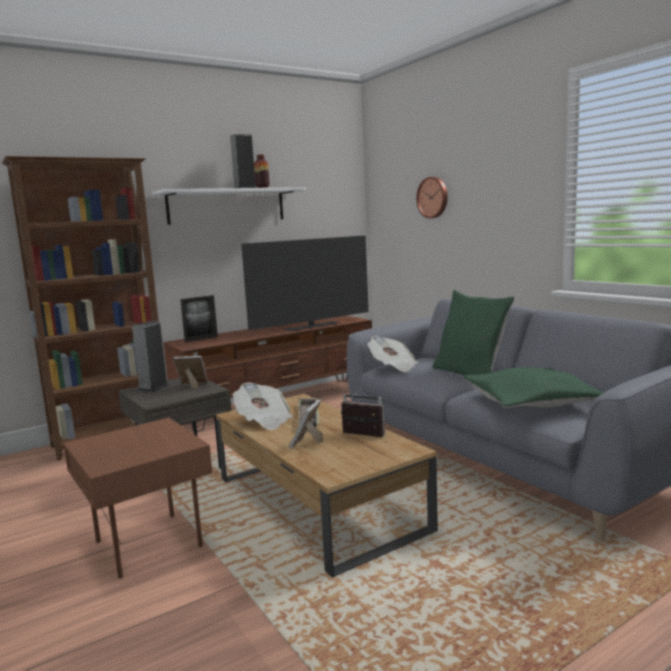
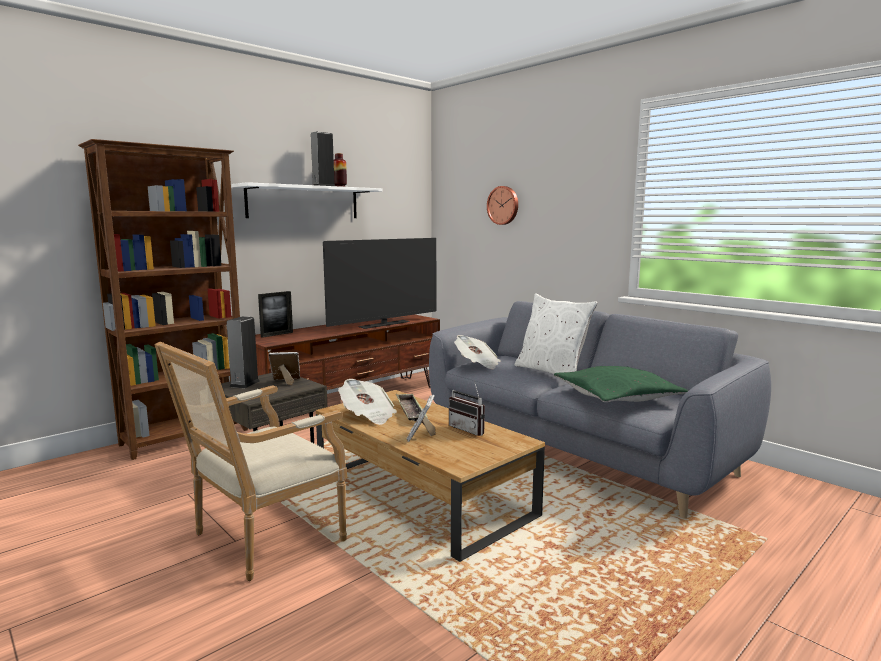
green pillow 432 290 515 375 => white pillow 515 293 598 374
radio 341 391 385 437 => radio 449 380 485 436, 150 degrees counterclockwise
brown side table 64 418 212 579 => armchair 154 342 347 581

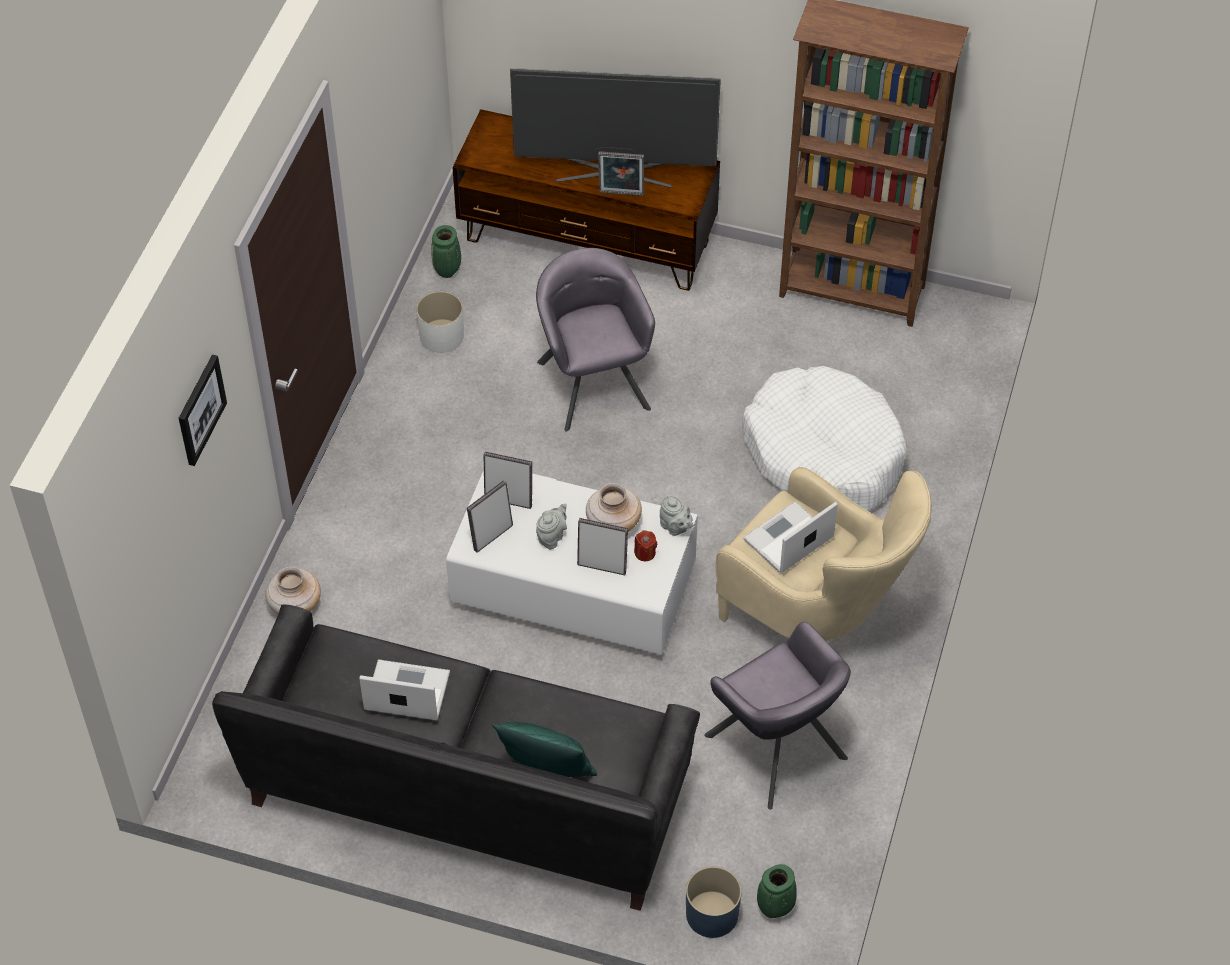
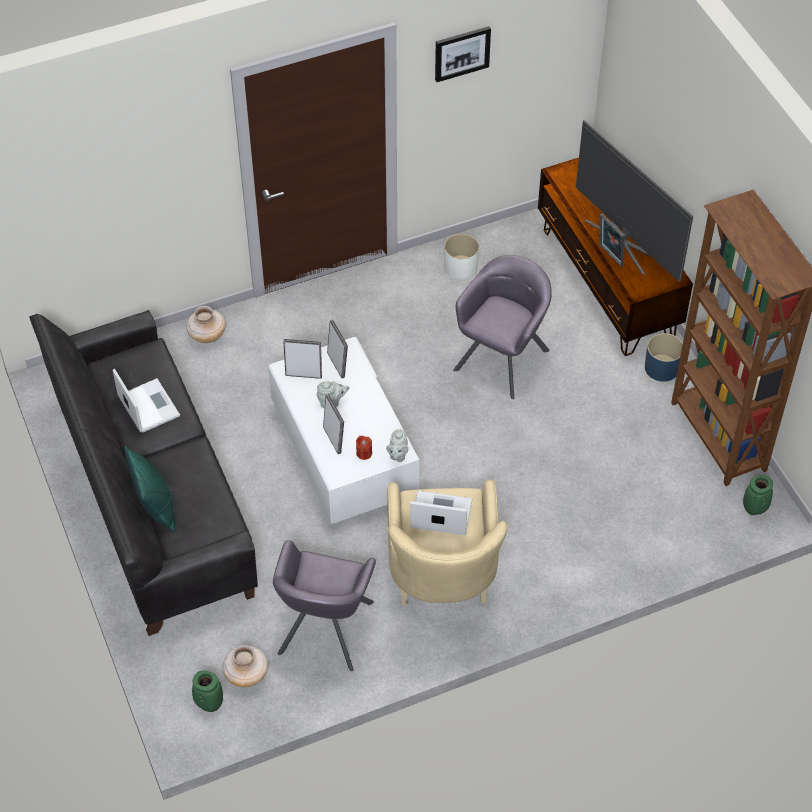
green vase 431 225 461 278 => green vase 743 475 773 515, shifted
picture 179 355 227 466 => picture 435 26 491 82, shifted
white dog bed 742 366 907 511 => nothing
beige vase 586 483 642 532 => beige vase 222 645 268 687, shifted
blue planter 686 866 742 938 => blue planter 645 333 683 382, shifted

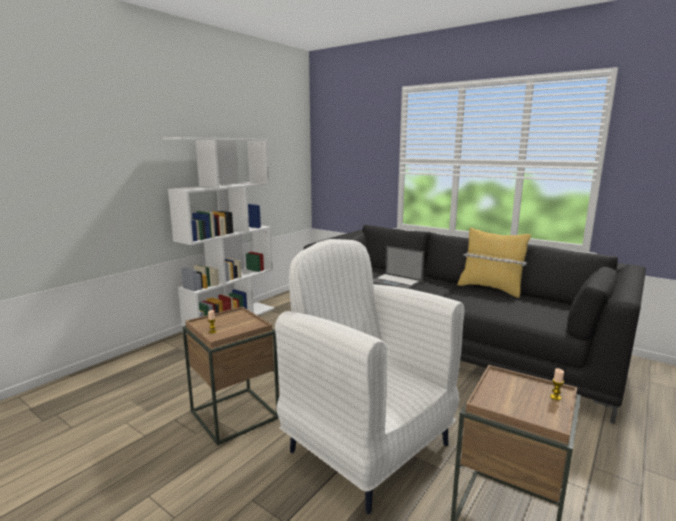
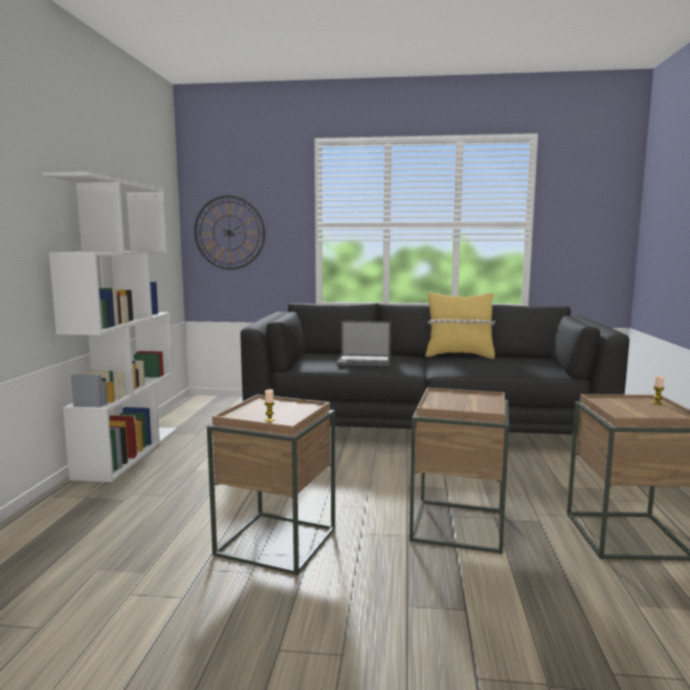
white armchair 275 239 465 514 => brown side table 409 387 509 554
nothing => wall clock 194 195 265 270

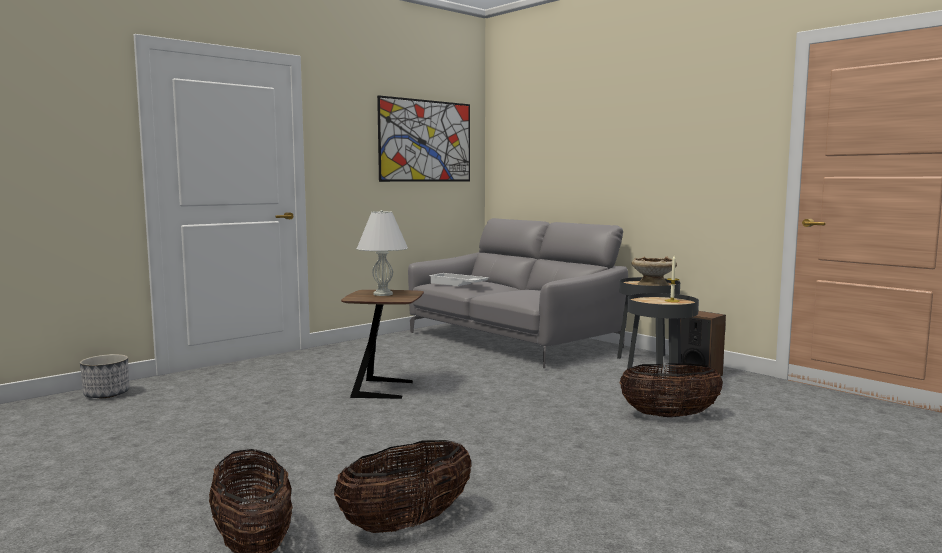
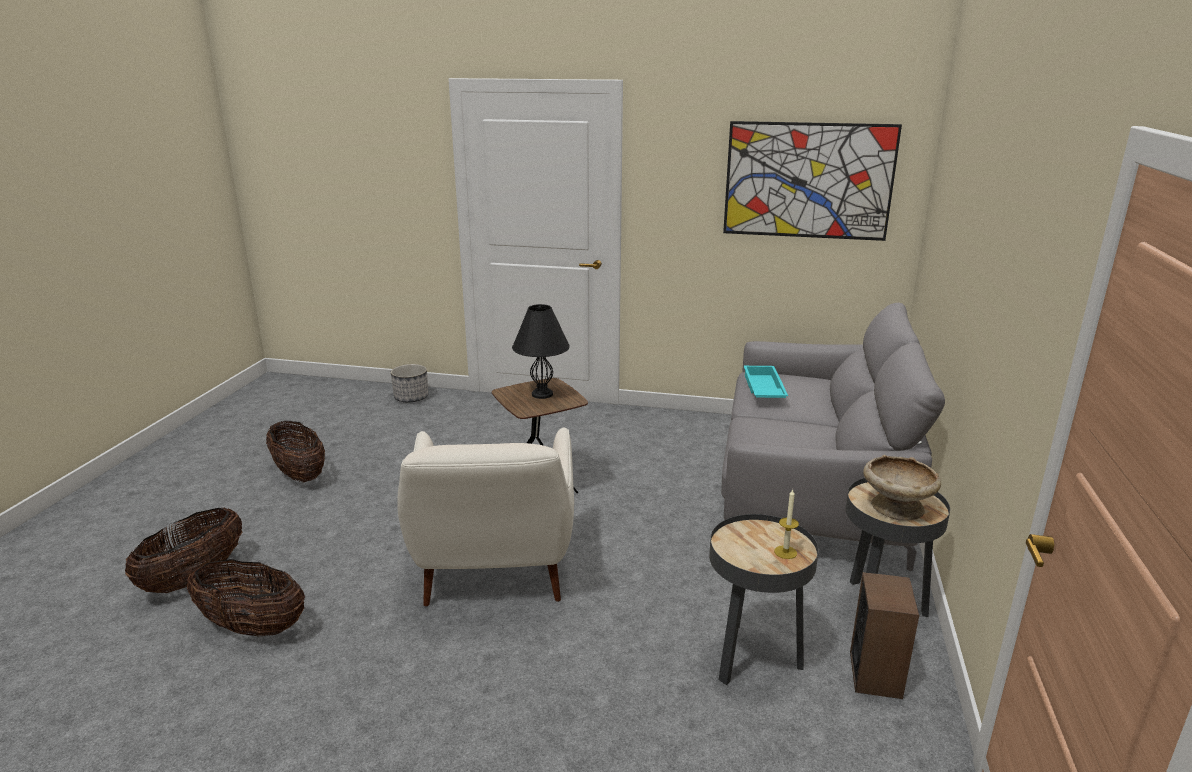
white table lamp 356 210 408 296 => black table lamp 512 304 570 399
white tray 429 273 489 286 => turquoise tray 744 366 788 398
basket 619 363 723 417 => basket 266 421 325 482, shifted
nothing => white armchair 397 428 574 607

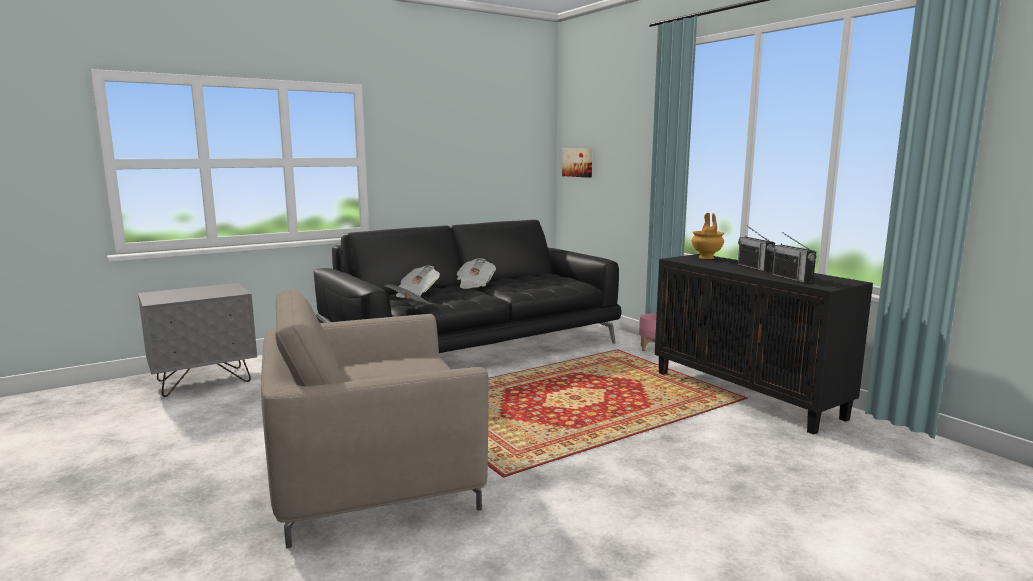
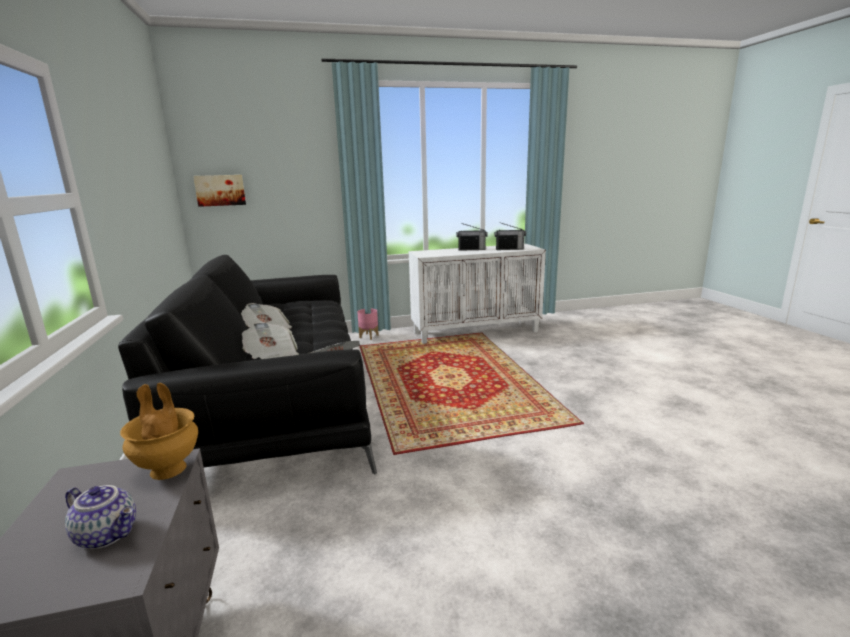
brown vase 691 213 724 259 => brown vase 120 383 198 480, shifted
black cabinet 655 254 873 435 => white cabinet 409 244 546 344
beige armchair 261 290 489 549 => nothing
nothing => teapot 65 485 136 549

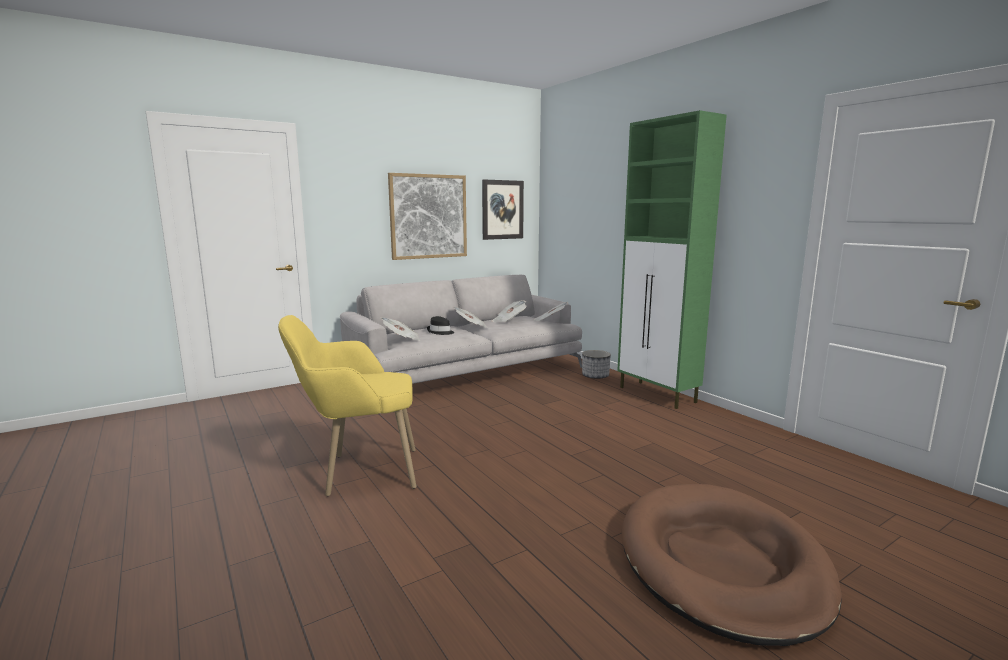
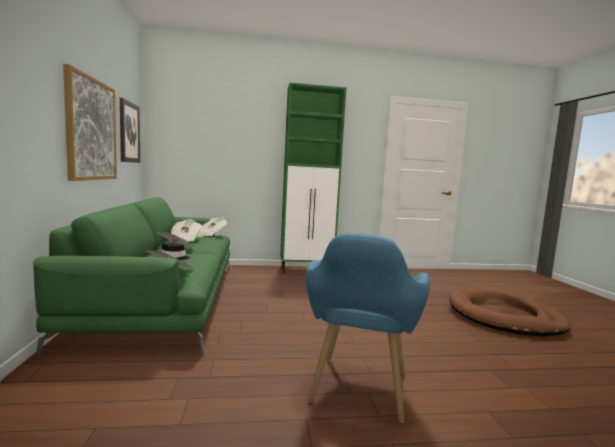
grey sofa 340 275 582 384 => green sofa 33 197 230 359
yellow armchair 278 315 417 497 => blue armchair 305 233 430 424
planter 582 350 611 379 => nothing

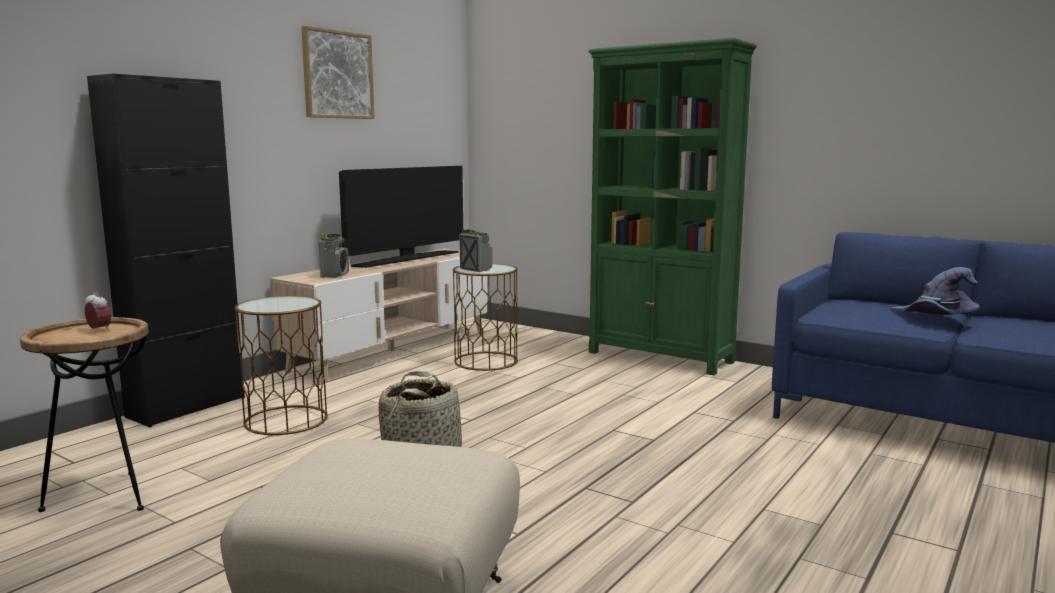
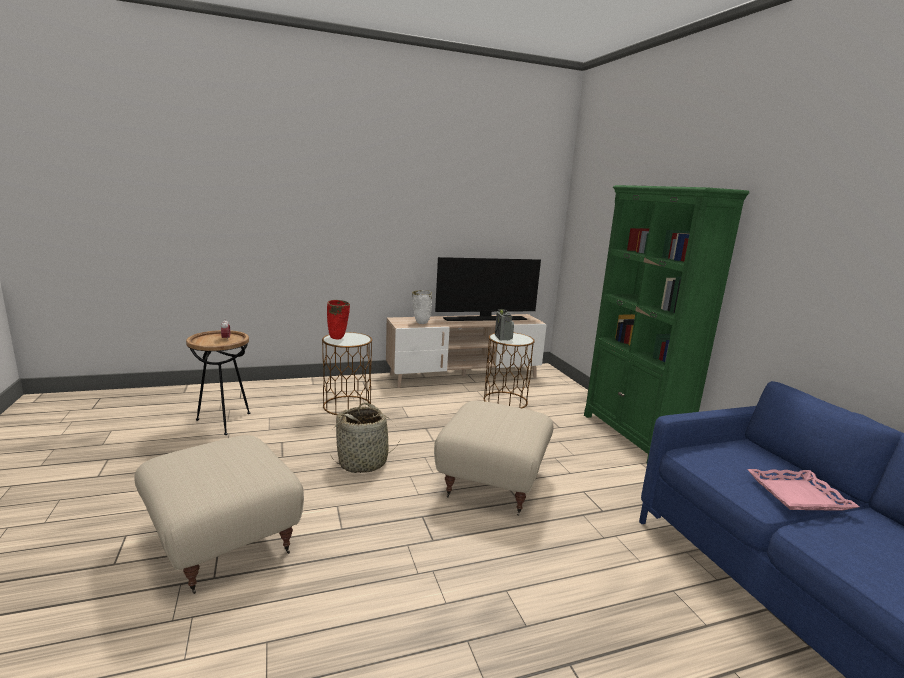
picture 301 26 375 119 => nothing
black cabinet 87 73 245 427 => nothing
radio 319 233 349 278 => white vase 412 290 432 324
purple hat 891 267 979 315 => pink tray 747 469 859 511
nothing => red vase 327 300 350 339
nothing => beige ottoman 434 401 553 516

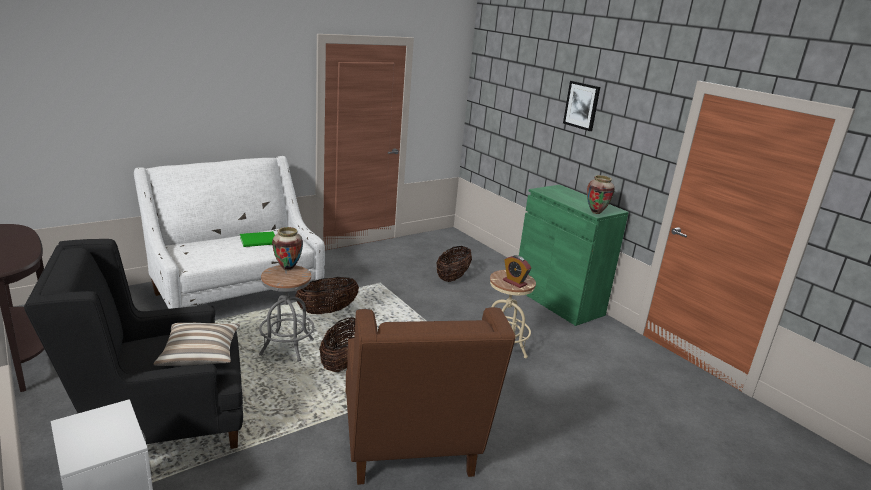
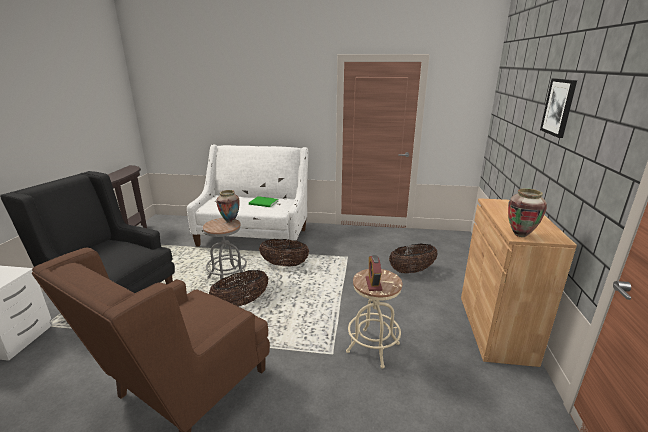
green cabinet 519 185 629 326 => brown cabinet 461 198 577 367
pillow 154 323 240 366 => nothing

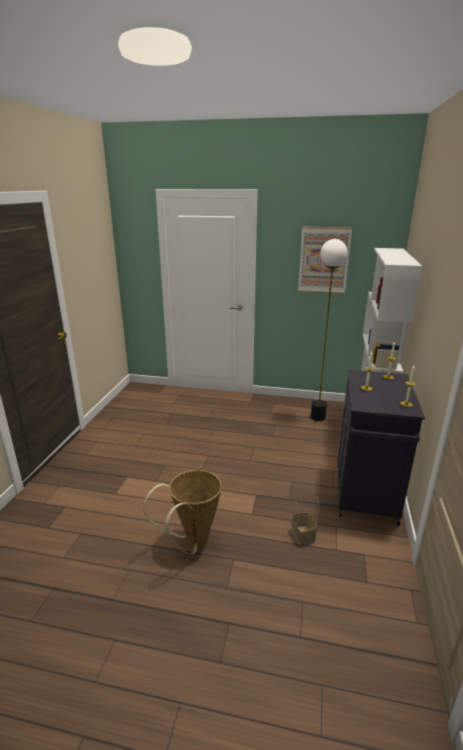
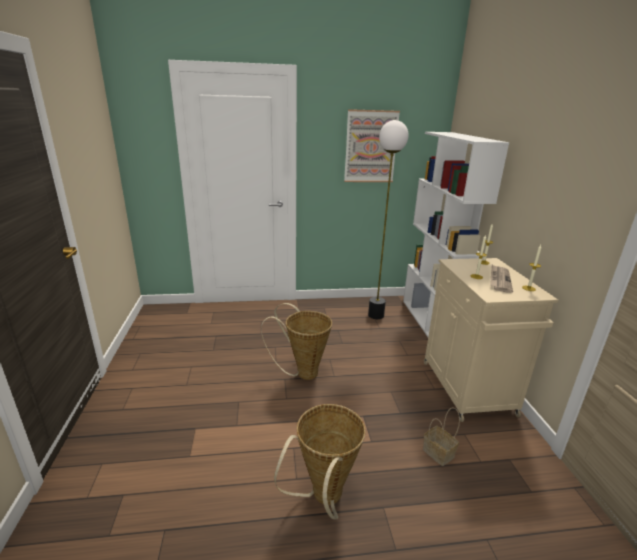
black cabinet 337 370 425 526 => beige cabinet 424 258 558 422
nothing => newspaper 490 265 513 293
nothing => basket 261 303 332 380

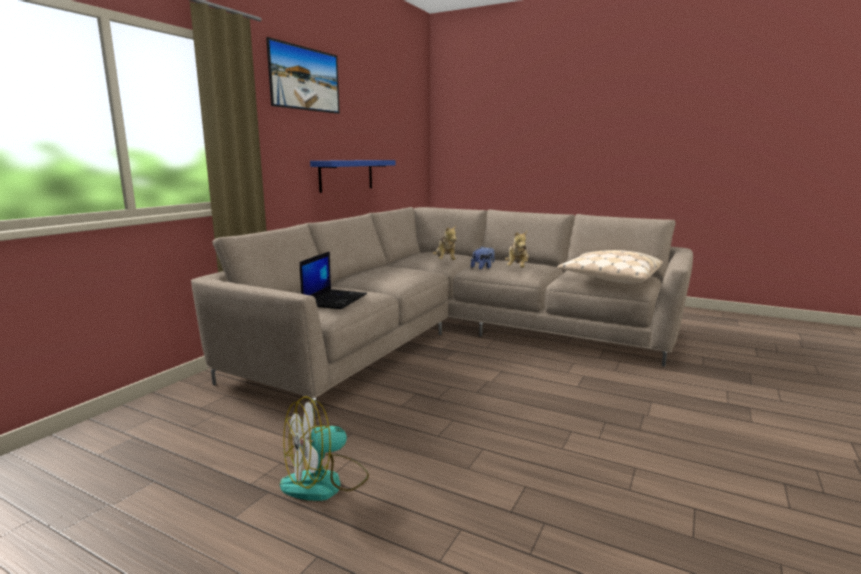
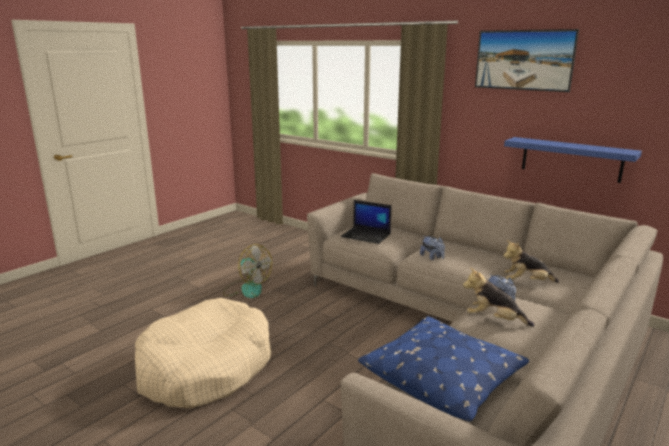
beige pillow 557 250 663 284 => blue pillow 358 316 529 421
fan 280 396 369 501 => fan 223 244 272 298, 150 degrees clockwise
nothing => plush toy 420 236 445 260
nothing => beige dog bed 135 298 272 408

